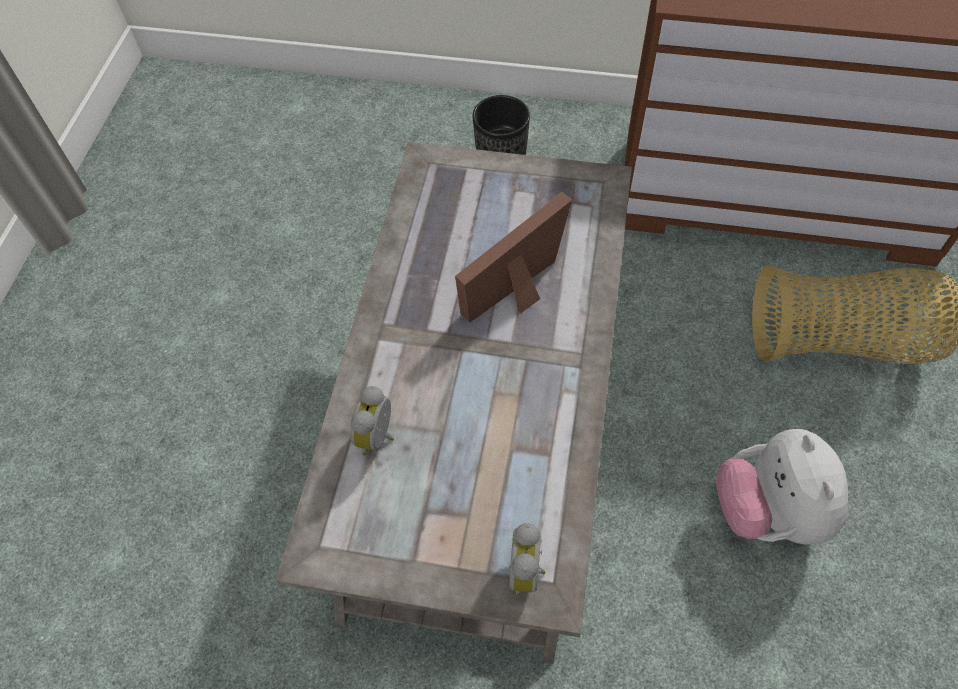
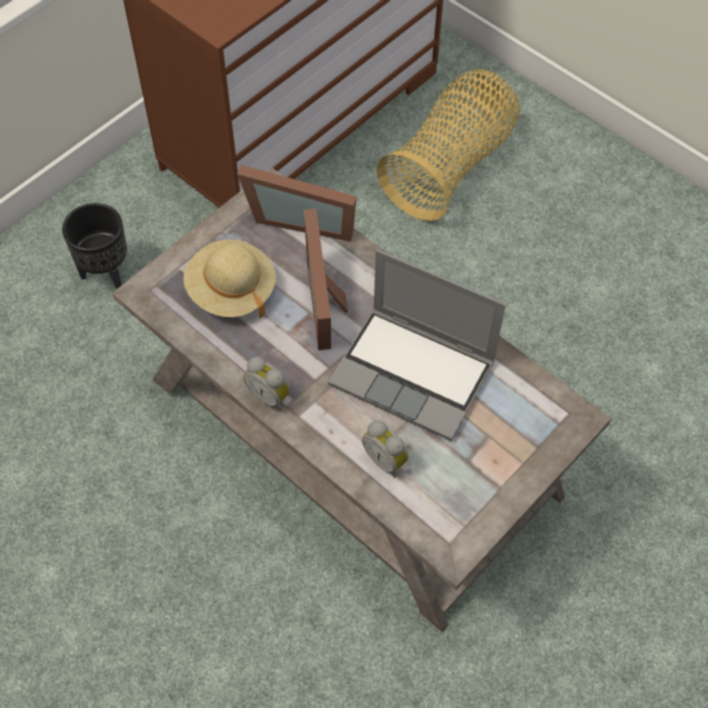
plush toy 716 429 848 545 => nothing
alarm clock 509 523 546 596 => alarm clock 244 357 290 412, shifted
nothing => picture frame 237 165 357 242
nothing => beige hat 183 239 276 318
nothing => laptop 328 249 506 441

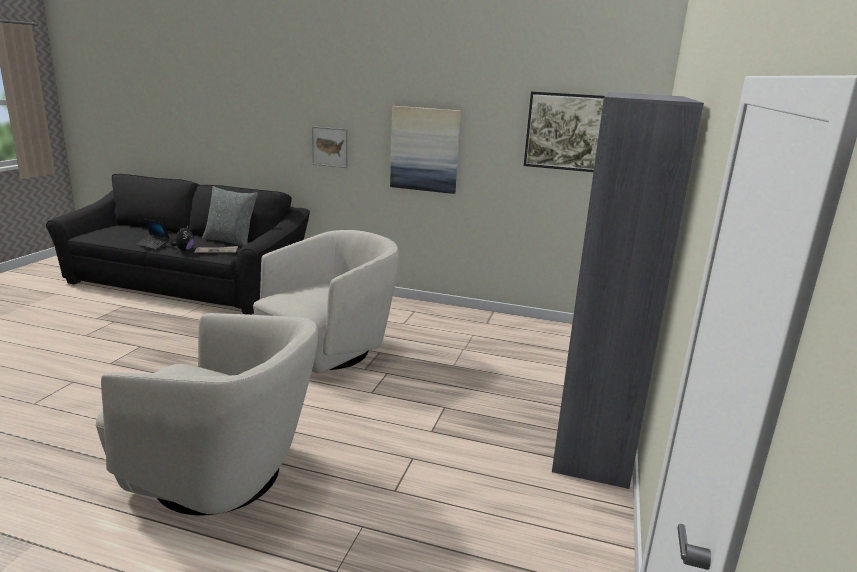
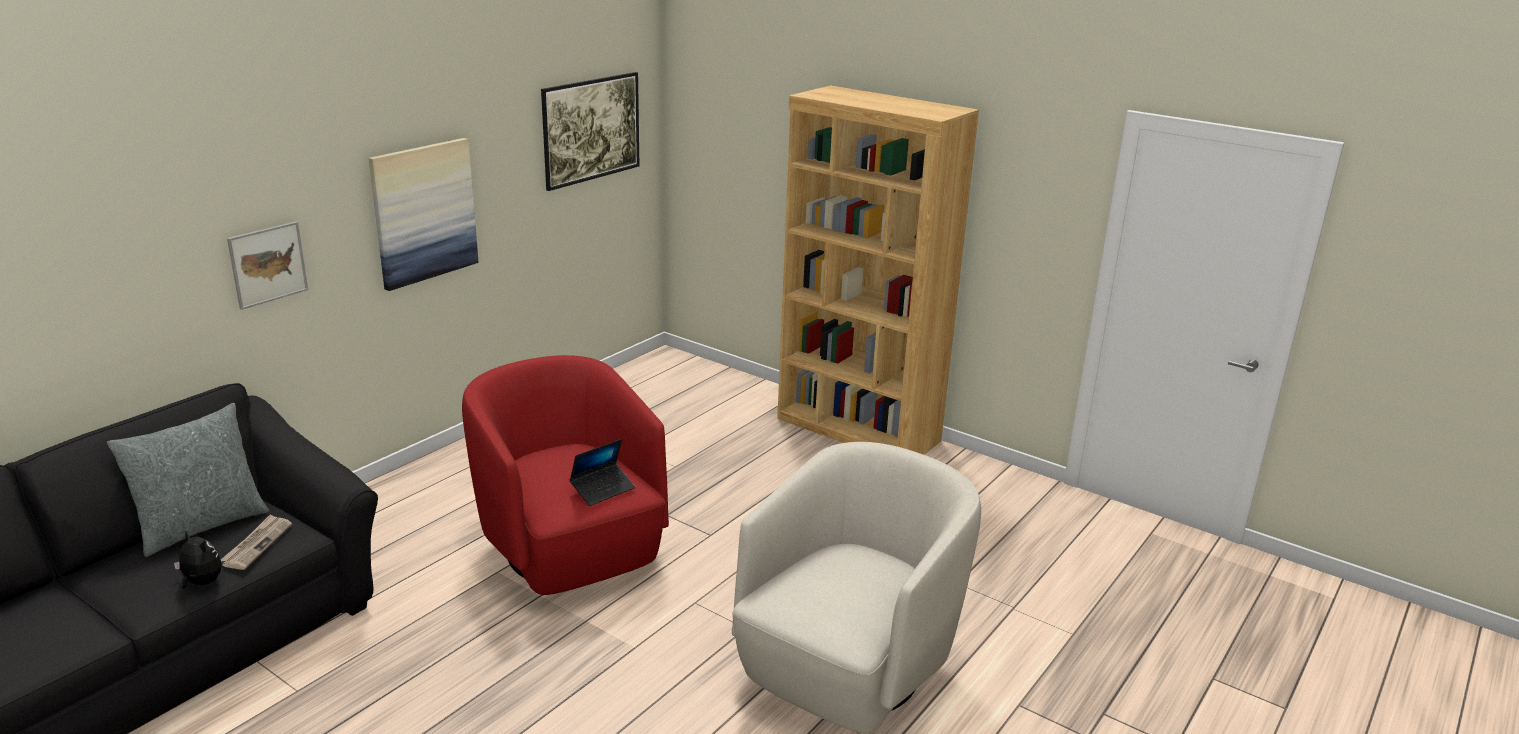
grey bookcase 552 92 704 489 => brown bookcase 777 85 979 455
laptop 136 219 170 250 => laptop 569 439 635 506, shifted
beige armchair 253 230 399 374 => red armchair 462 355 669 595

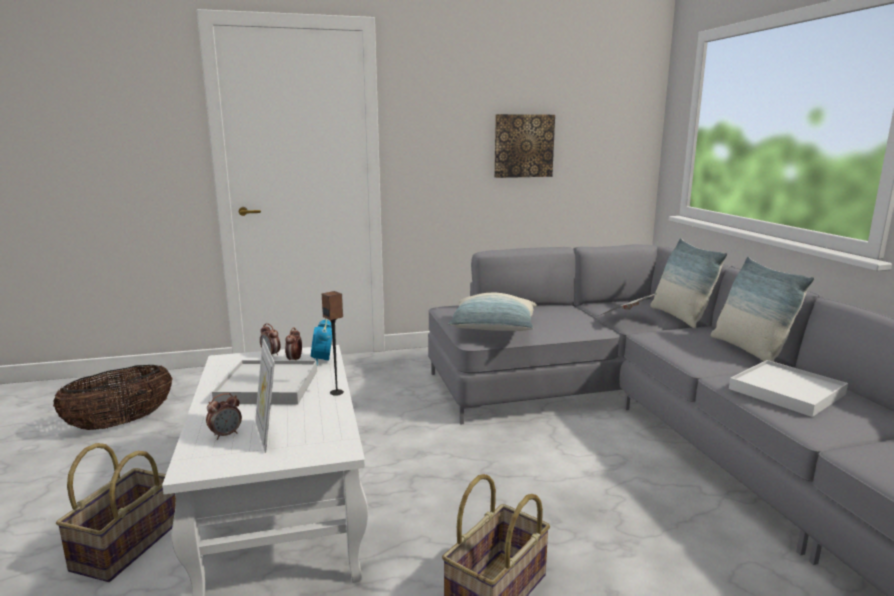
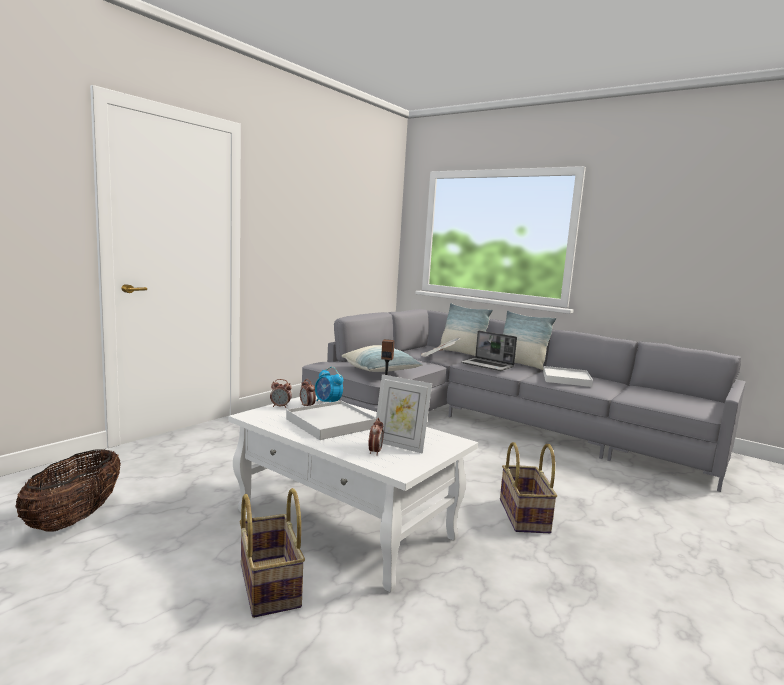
picture 494 114 555 178 => nothing
nothing => laptop 461 330 517 371

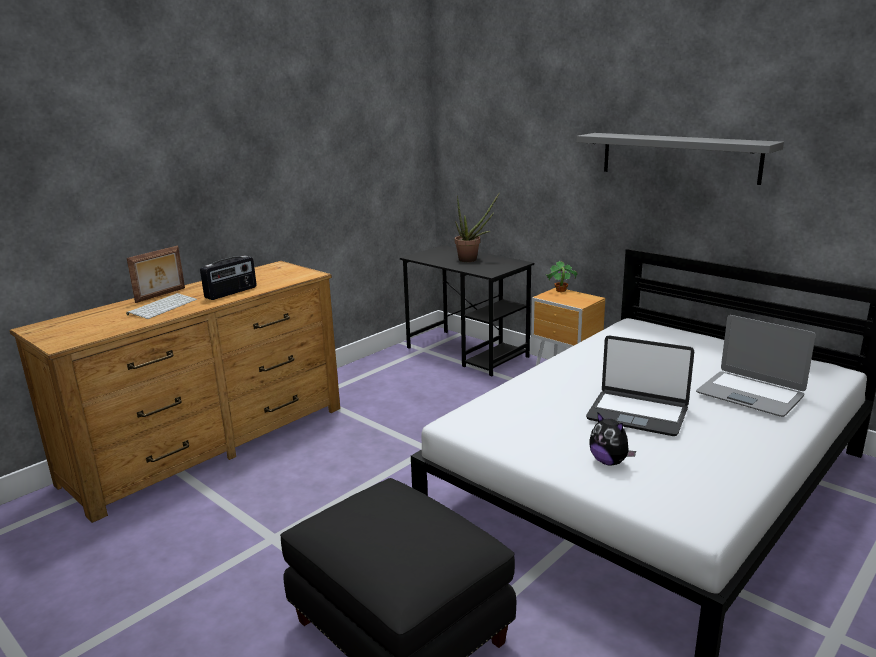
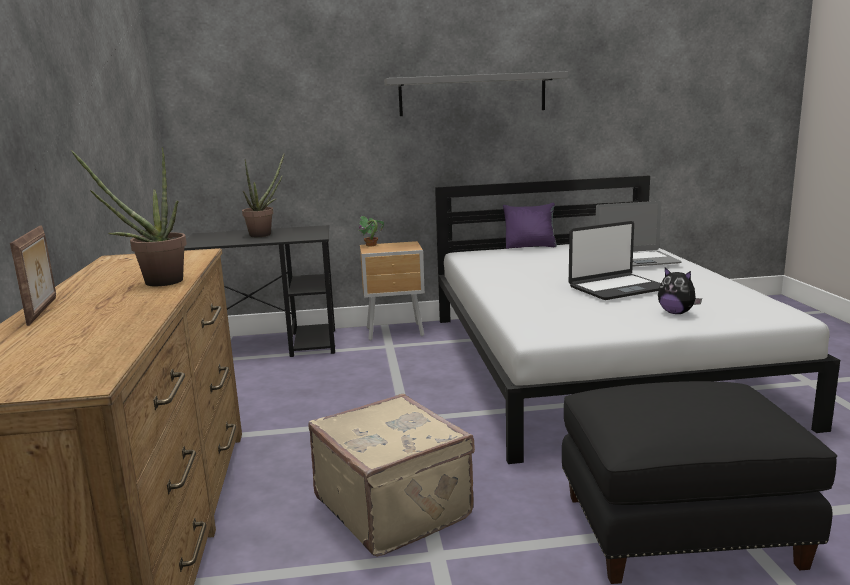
radio 200 255 256 300 => potted plant 71 147 187 286
keyboard 126 293 197 319 => nothing
plush toy 589 412 636 465 => plush toy 658 268 702 314, 45 degrees clockwise
nothing => purple pillow 503 203 557 249
nothing => beige suitcase 308 394 475 557

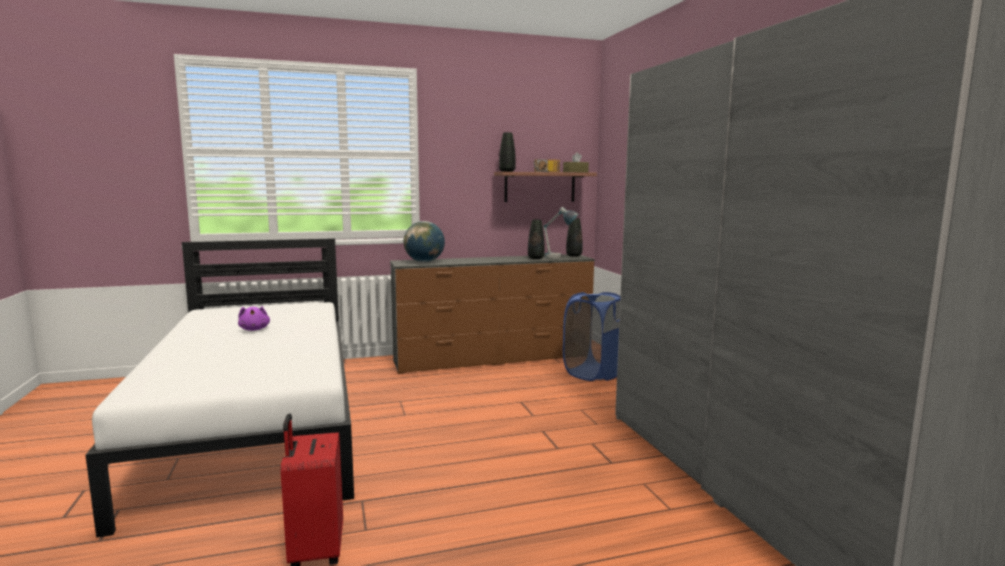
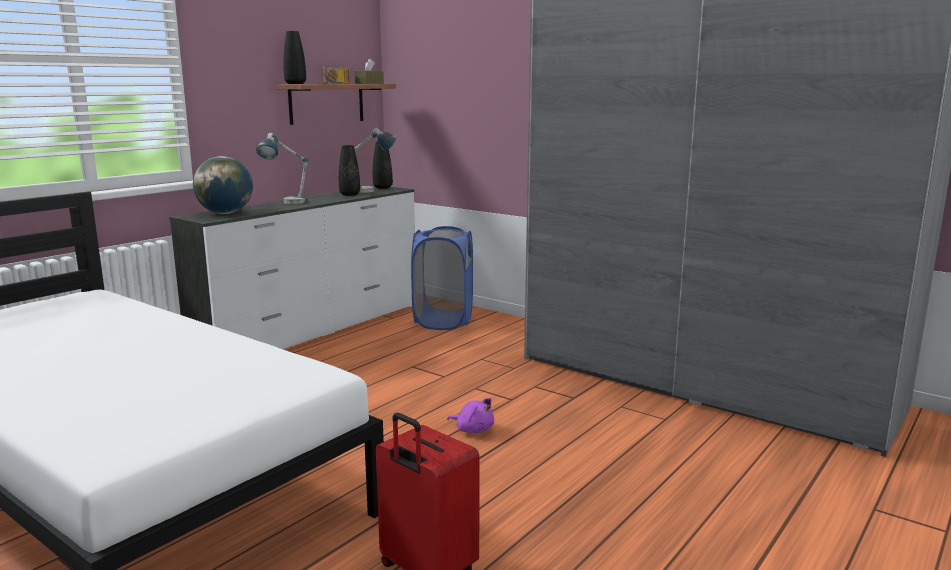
brown dresser 390 254 595 374 => white dresser 169 186 415 349
purple plush toy 238 306 270 331 => purple plush toy 447 398 494 433, shifted
nothing => table lamp 256 133 308 204

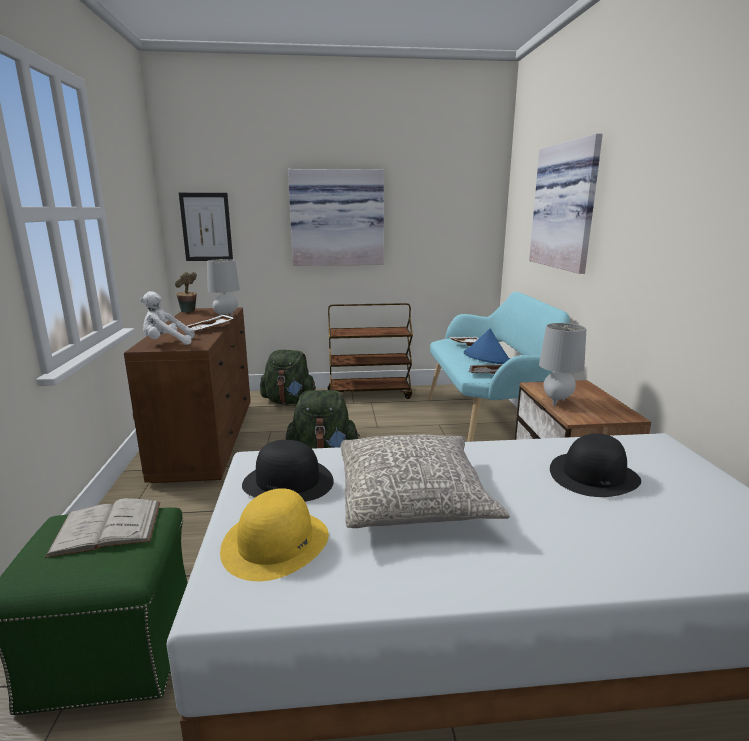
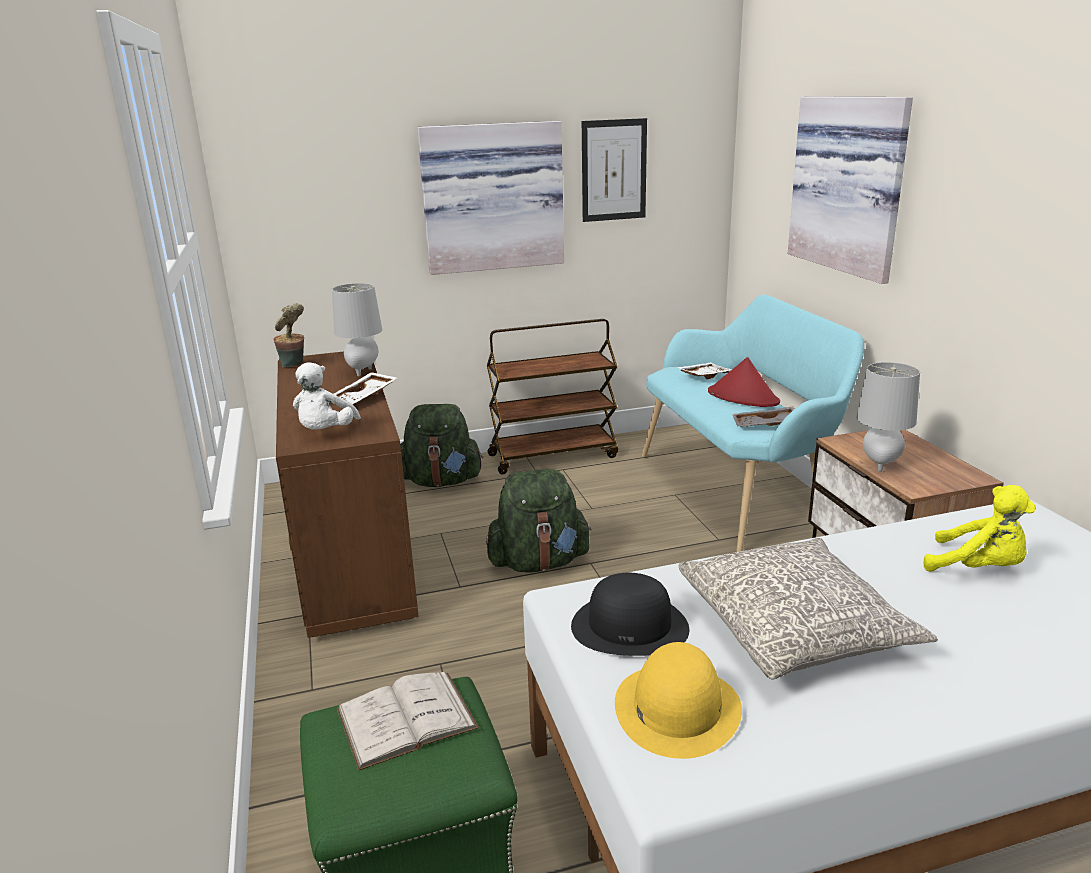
picture 179 193 233 261 => picture 582 118 647 222, shifted
white plush toy 140 291 195 345 => white plush toy 293 362 361 430, 60 degrees counterclockwise
blue hat 464 329 510 364 => red hat 708 357 780 407
black hat 550 434 641 497 => yellow plush toy 924 485 1036 572

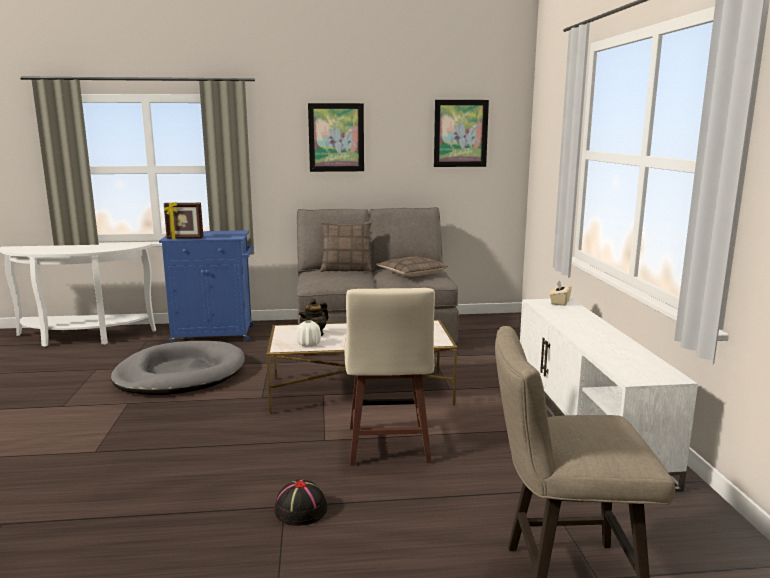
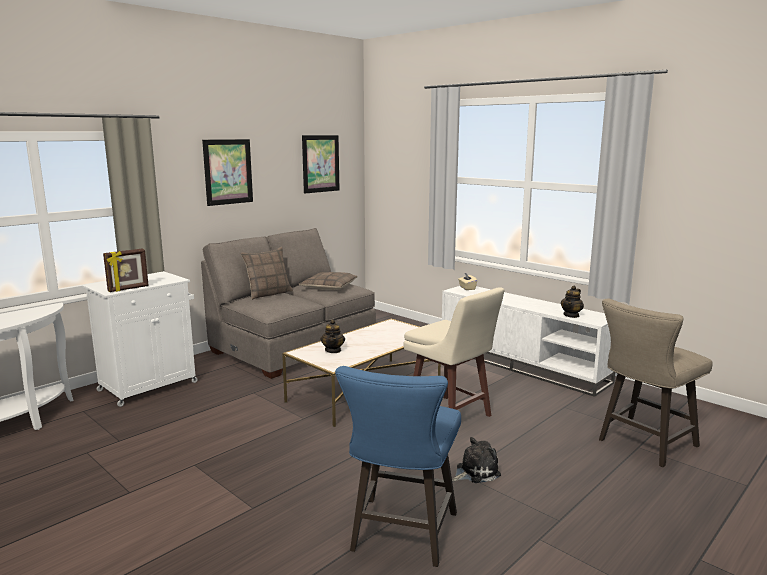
blue cabinet 159 230 254 343 => white cabinet 82 271 198 407
white vase 296 320 321 347 => nothing
grey dog bed 111 341 245 395 => nothing
black hat 274 480 327 526 => plush toy 452 437 501 483
nothing => teapot 561 286 584 318
nothing => blue stool 335 366 461 567

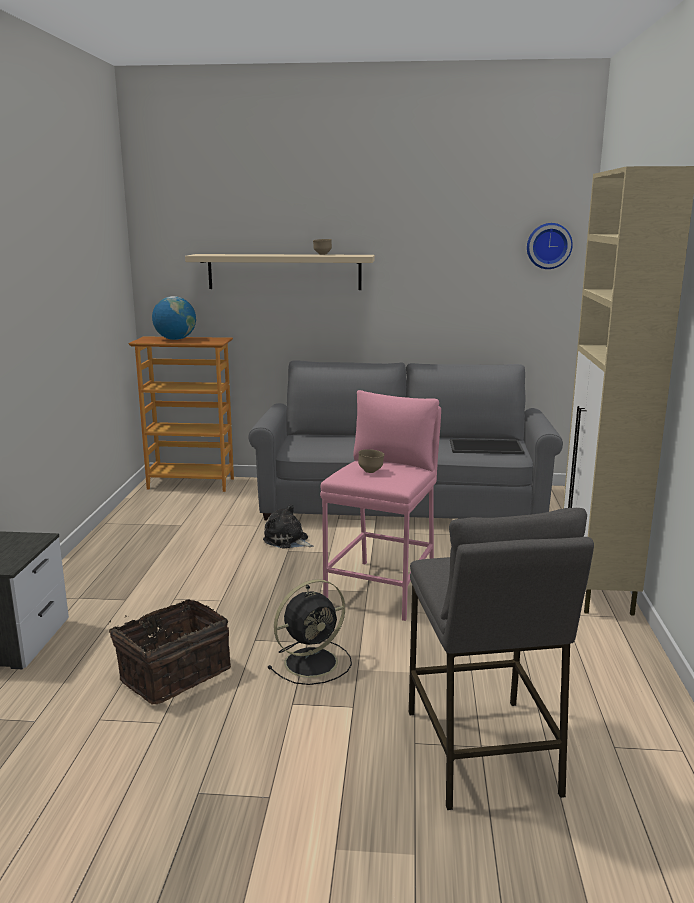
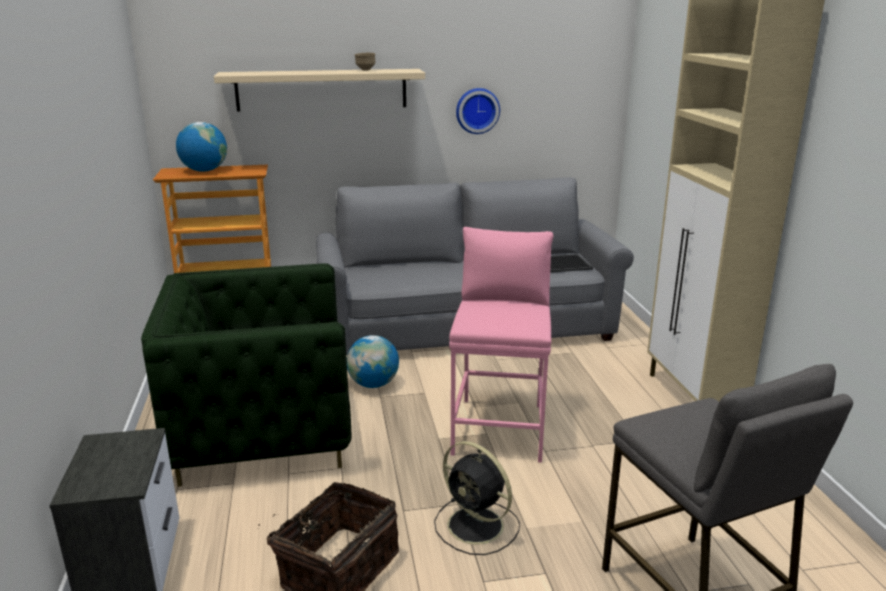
wall clock 527 223 573 269 => wall clock 456 88 500 134, shifted
brown bowl 358 449 385 473 => nothing
plush toy 263 504 314 549 => globe 346 335 399 388
black fan 267 579 352 685 => black fan 434 441 520 555, 90 degrees clockwise
nothing => green armchair 141 263 352 487

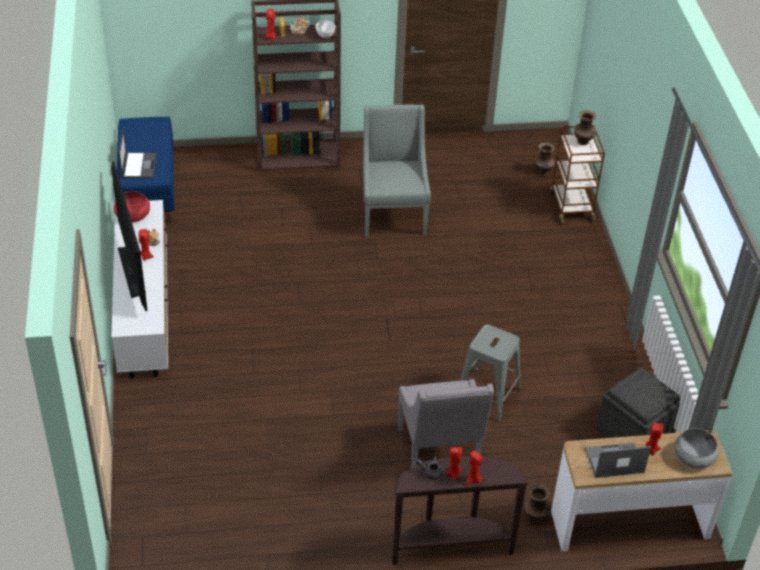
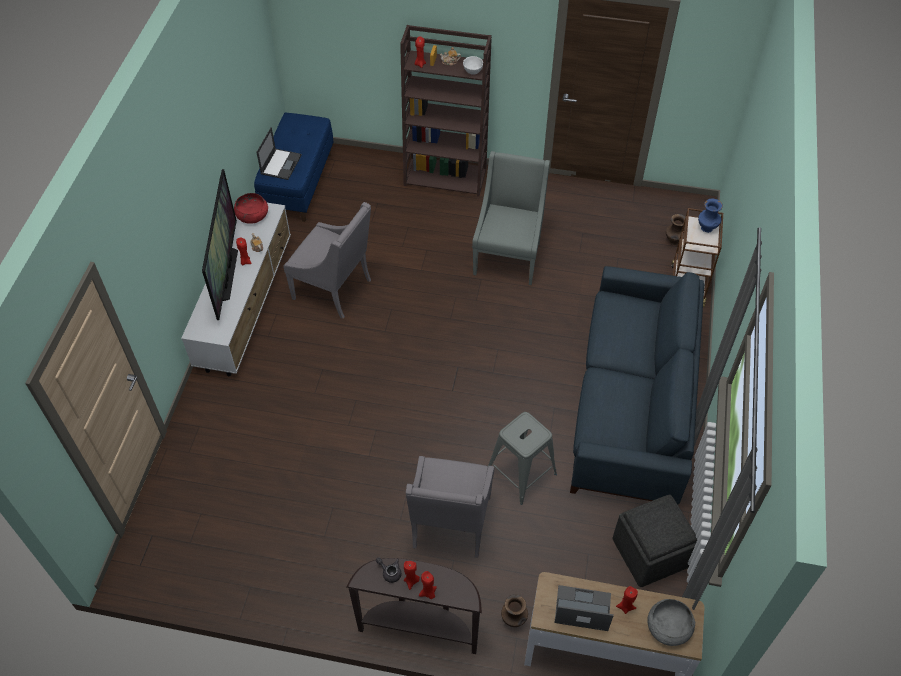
brown vase 574 110 596 145 => blue vase 698 198 723 233
nothing => grey armchair 283 202 371 319
nothing => blue sofa 570 266 704 504

